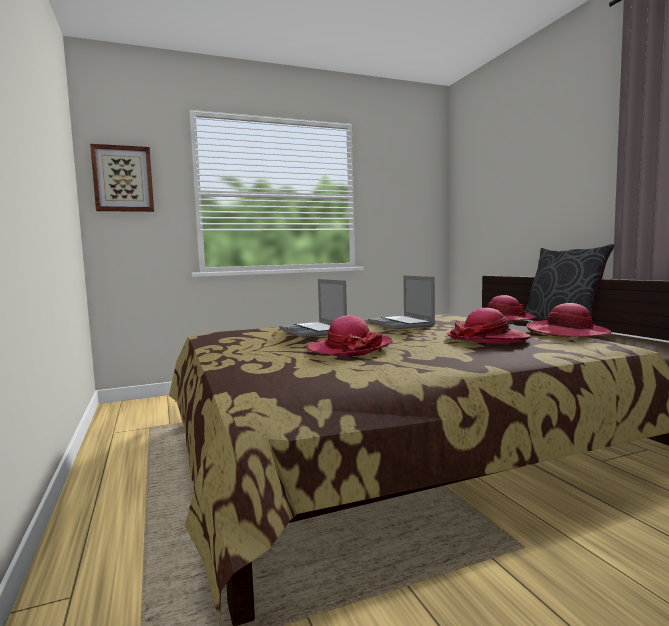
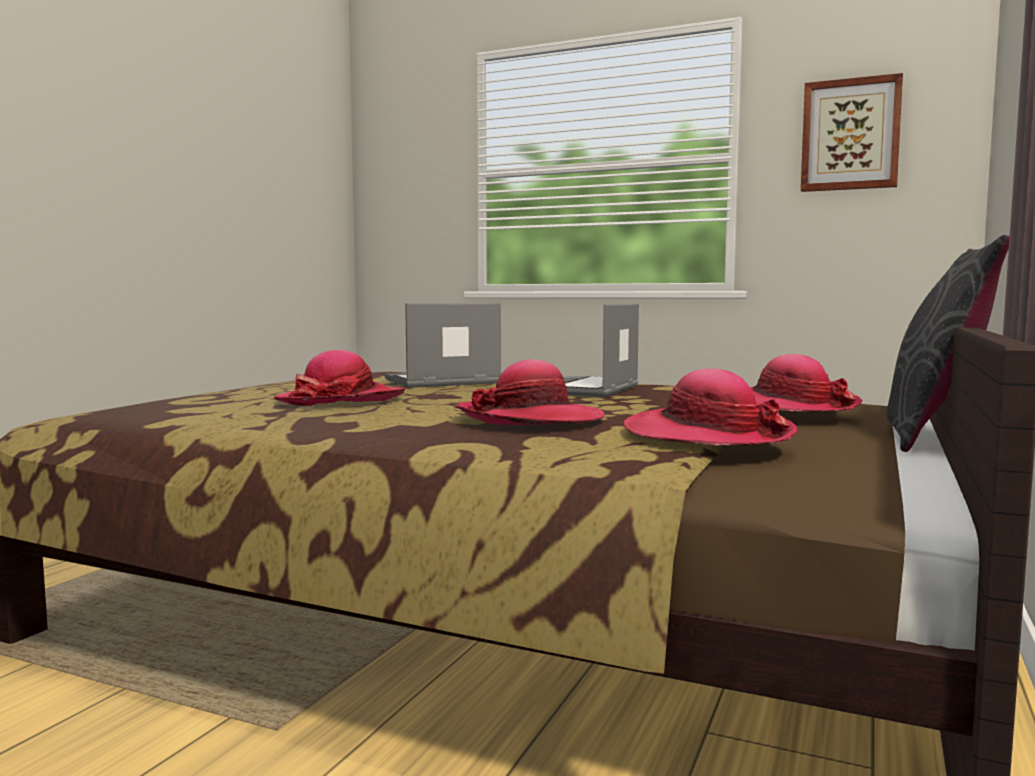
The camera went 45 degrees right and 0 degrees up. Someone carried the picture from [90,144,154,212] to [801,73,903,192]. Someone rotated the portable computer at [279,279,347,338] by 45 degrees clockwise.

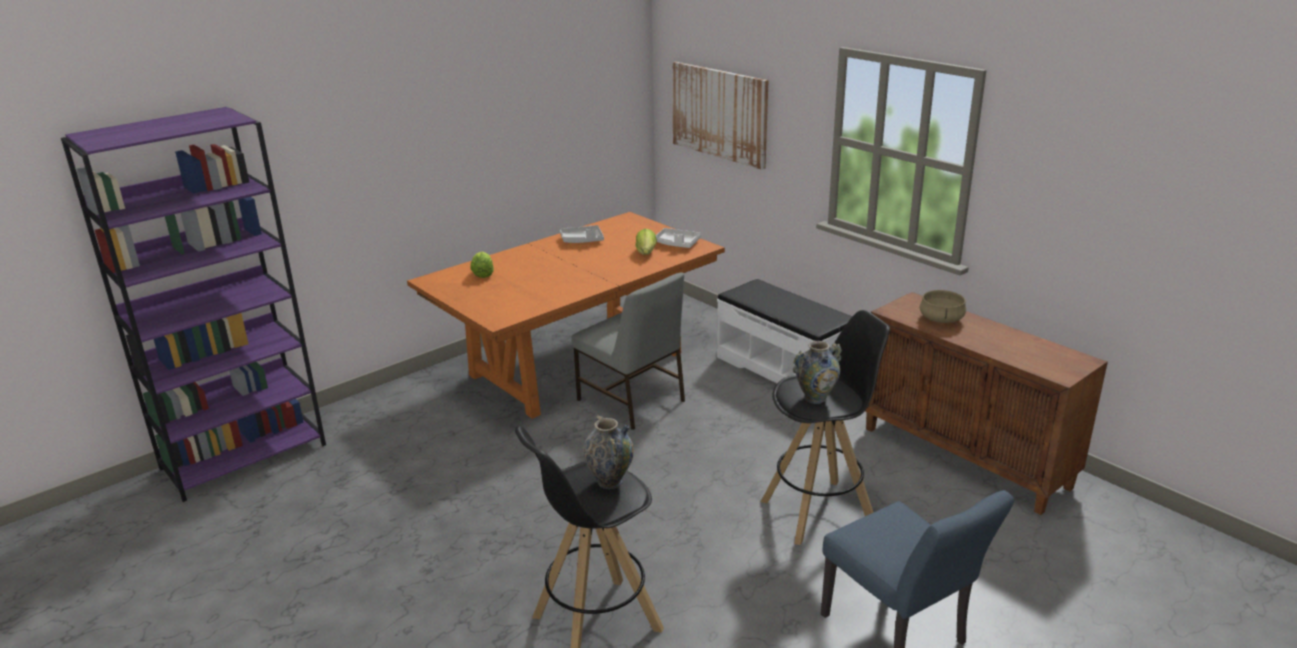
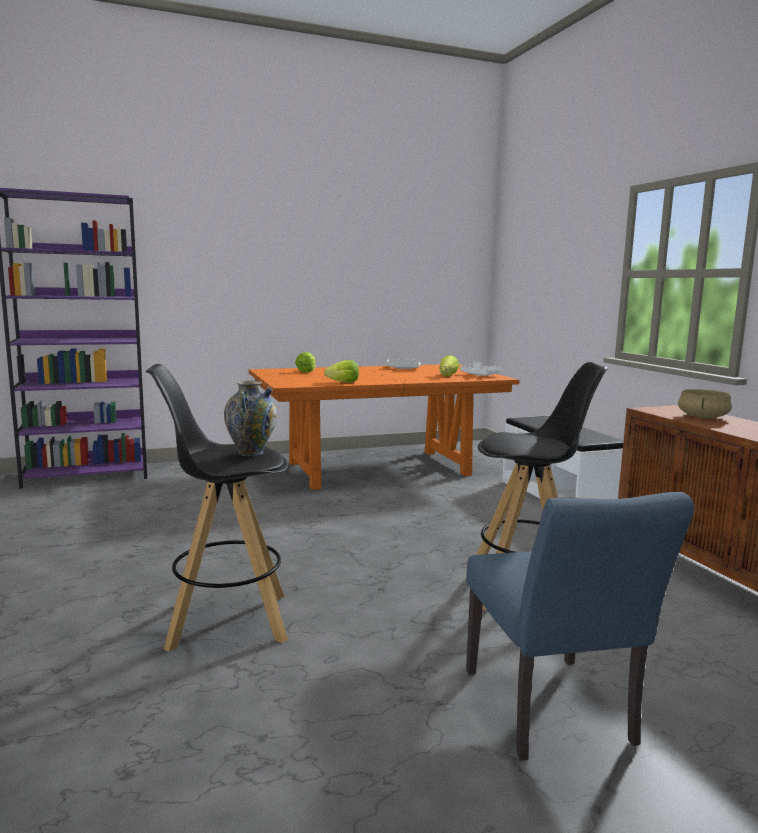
The camera went 20 degrees right and 15 degrees down. Someone took away the gray upright chair at [572,272,685,430]. Someone took away the picture at [672,61,769,170]. Someone took away the decorative vase at [793,341,842,404]. Someone put down the lettuce at [324,360,359,382].

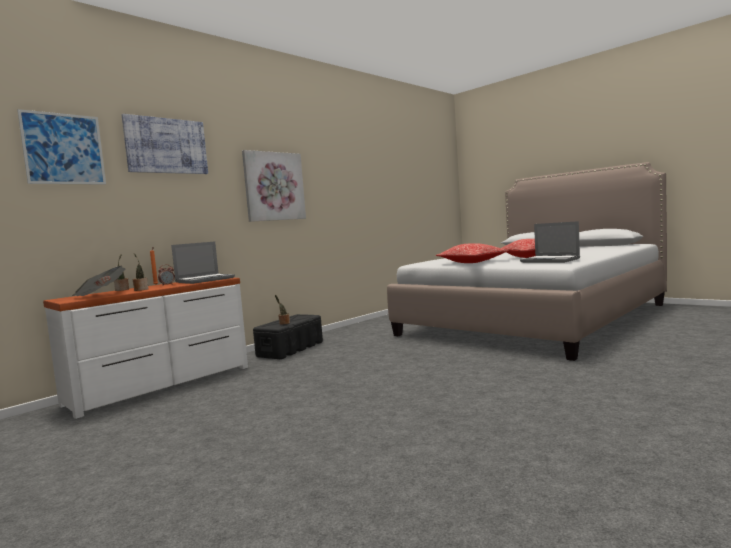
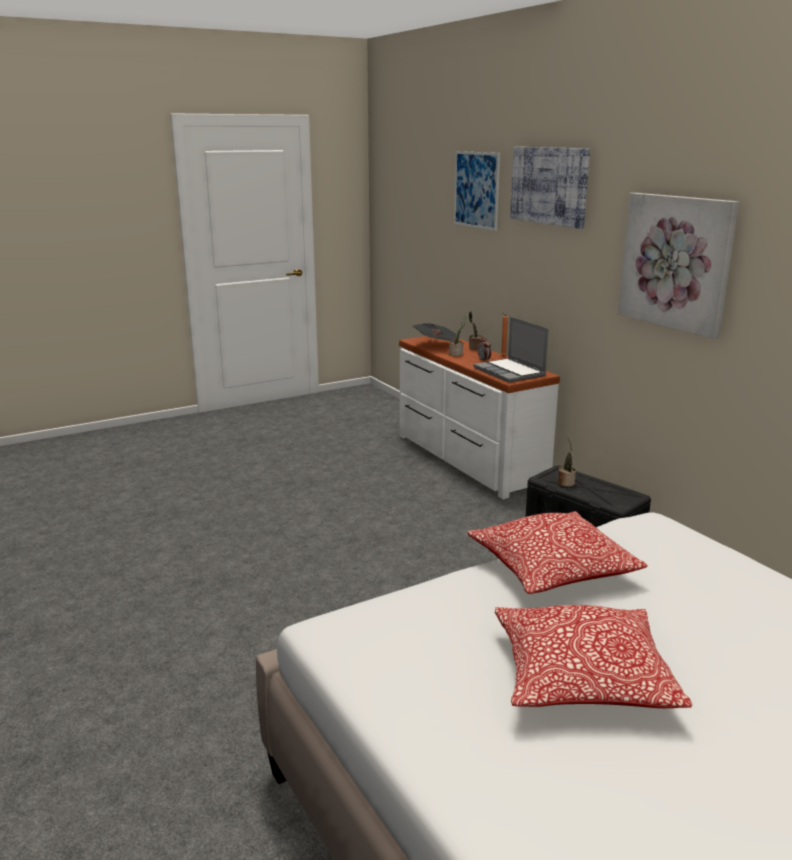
The camera went 105 degrees right and 15 degrees up. Someone took away the portable computer at [520,221,580,263].

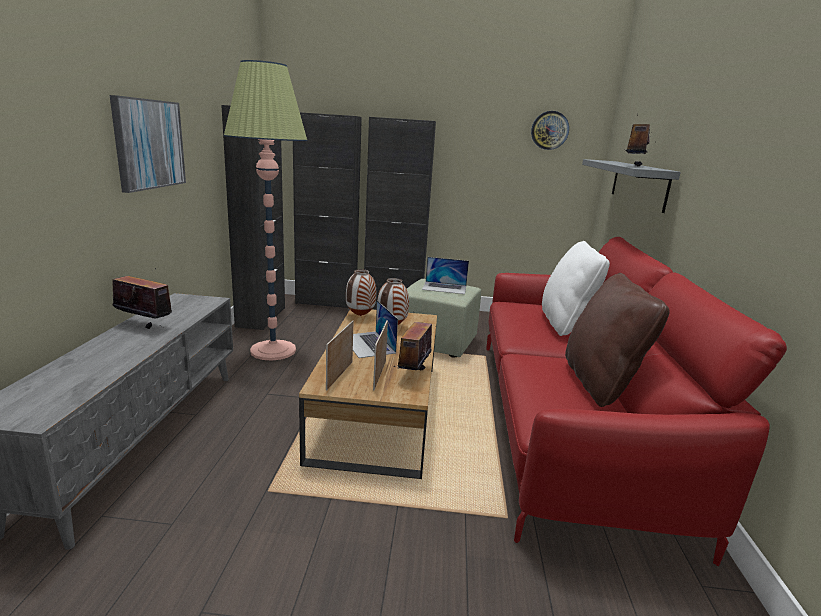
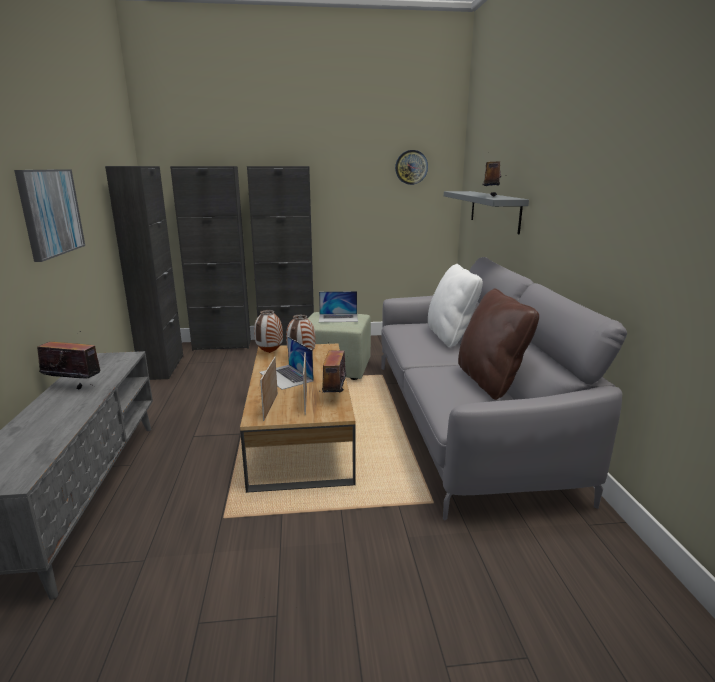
The camera went 10 degrees left and 0 degrees up. Someone took away the standing lamp at [224,60,307,361]. Someone repainted the red settee at [486,237,787,566], which became the gray settee at [381,257,627,521].

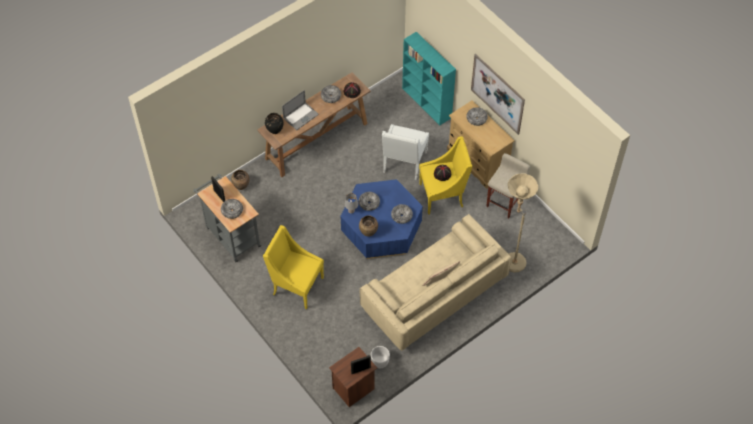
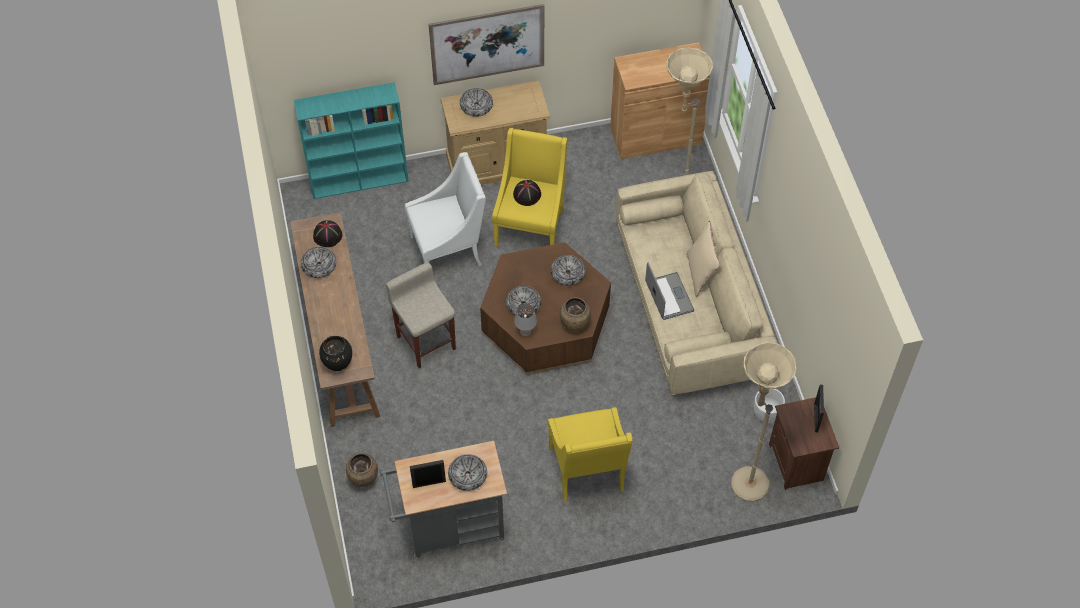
The camera went 65 degrees left and 0 degrees up. Someone rotated the yellow-coloured armchair at [263,225,324,310] by 60 degrees counterclockwise. Someone carried the portable computer from [282,90,319,130] to [645,262,694,320]. Someone repainted the blue-coloured low table at [341,179,423,259], which became the brown-coloured low table at [480,242,611,374]. Someone rotated the white-coloured armchair at [382,124,429,180] by 60 degrees counterclockwise. Someone carried the beige sitting stool from [486,153,530,218] to [386,262,456,368]. Someone put down the brown-coloured cabinet at [610,42,710,159]. Someone put down the beige standing lamp at [731,342,797,502].

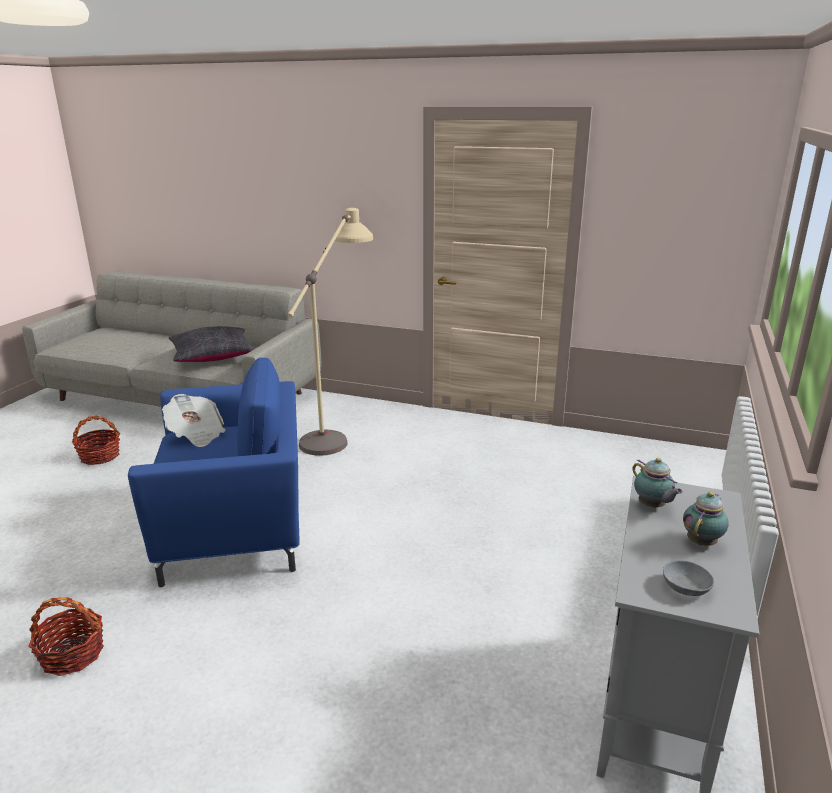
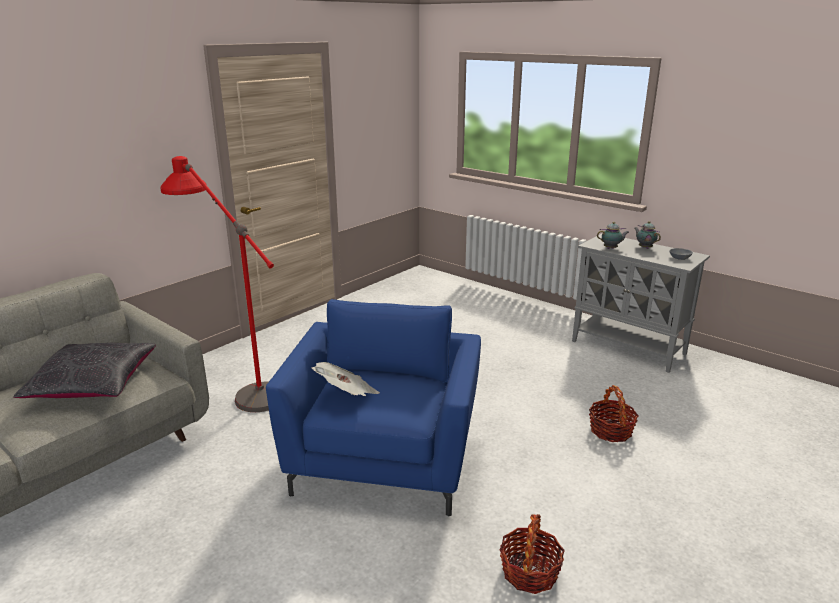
The camera went 70 degrees left and 0 degrees up. Someone carried the storage basket from [72,416,120,465] to [589,385,639,442]. Someone repainted the beige standing lamp at [288,208,373,456], which became the red standing lamp at [160,156,274,412].

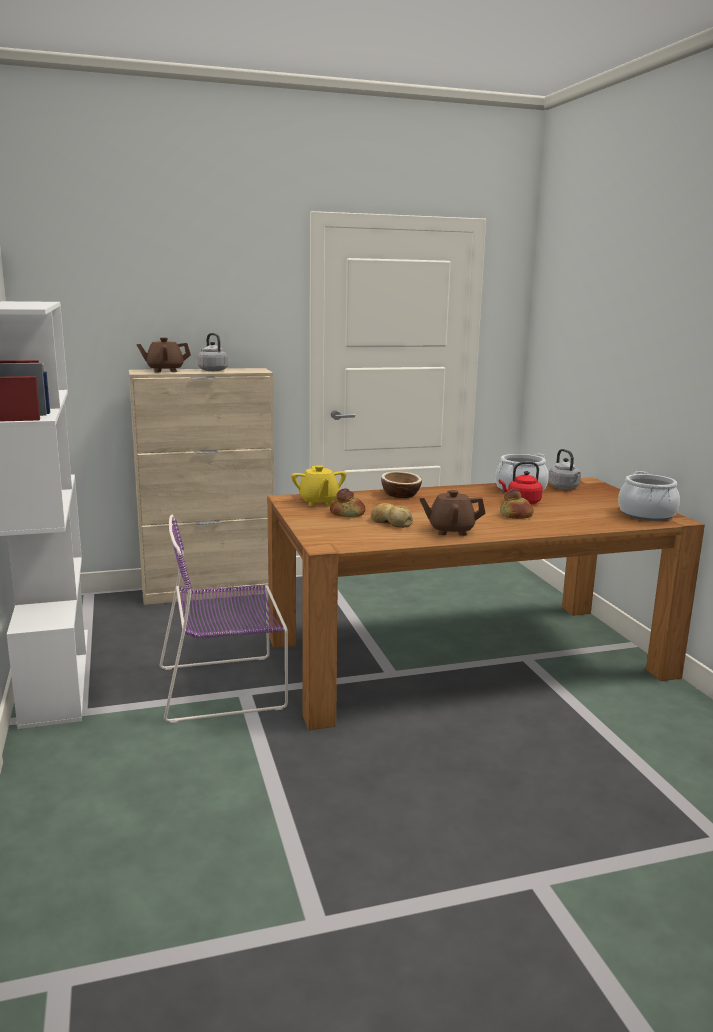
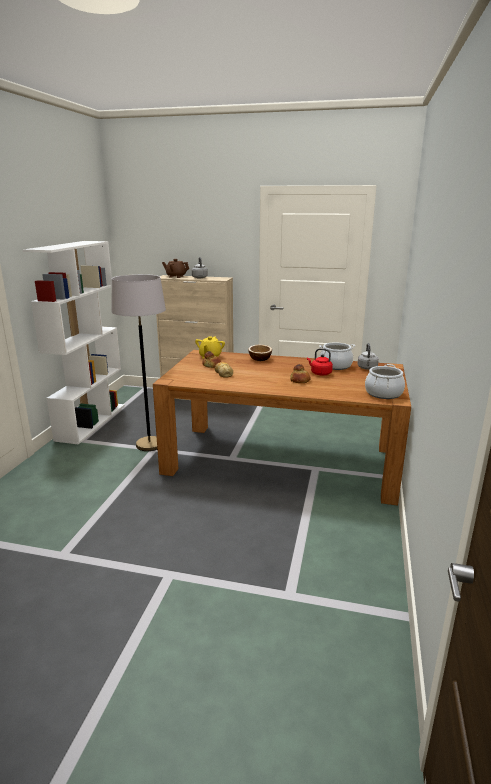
The camera went 30 degrees right and 5 degrees up. Someone swapped the purple-coloured upright chair at [160,514,288,723] for the gray standing lamp at [111,274,166,451]. Someone took away the brown-coloured pot for tea at [419,490,486,536].

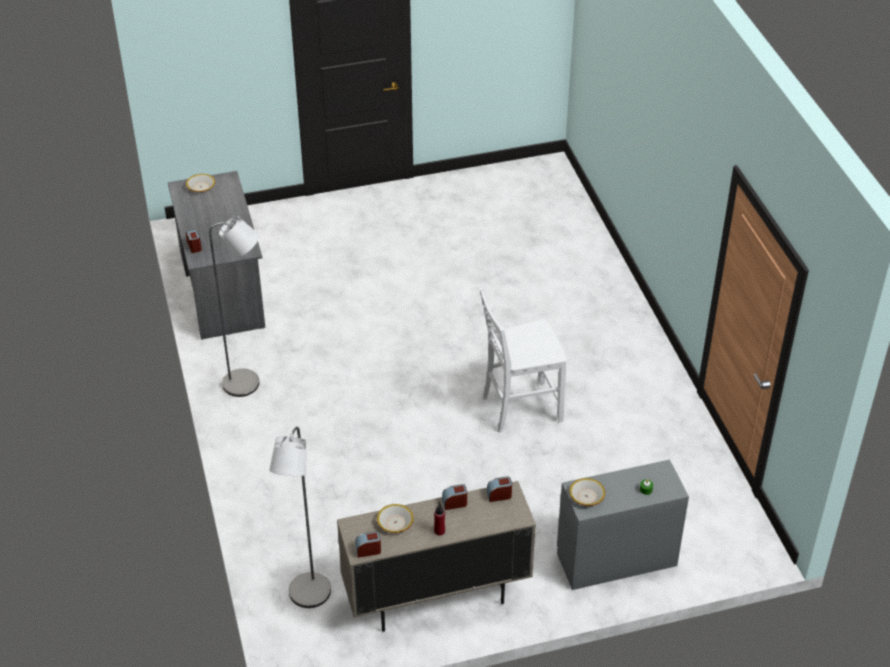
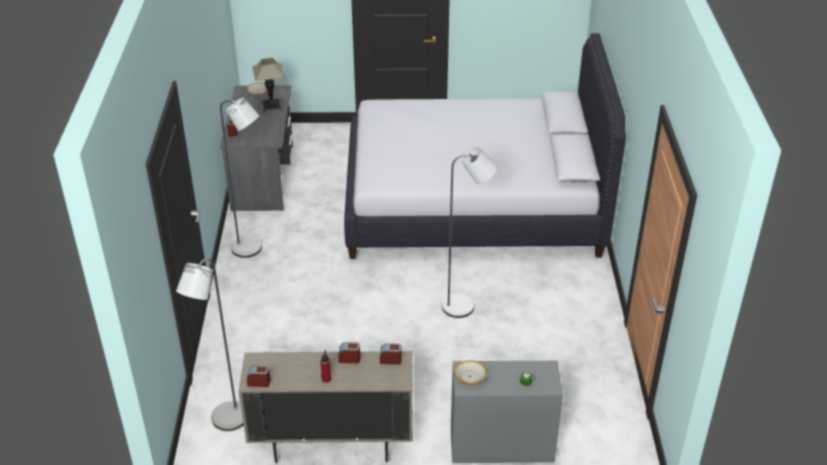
The camera went 15 degrees right and 5 degrees down. Someone took away the serving bowl at [377,504,414,533]. Someone swapped the white-coloured upright chair at [480,288,567,433] for the gray standing lamp at [442,147,497,318]. Someone put down the table lamp at [252,58,285,113]. Someone put down the white-coloured bedroom bed at [344,33,626,259].

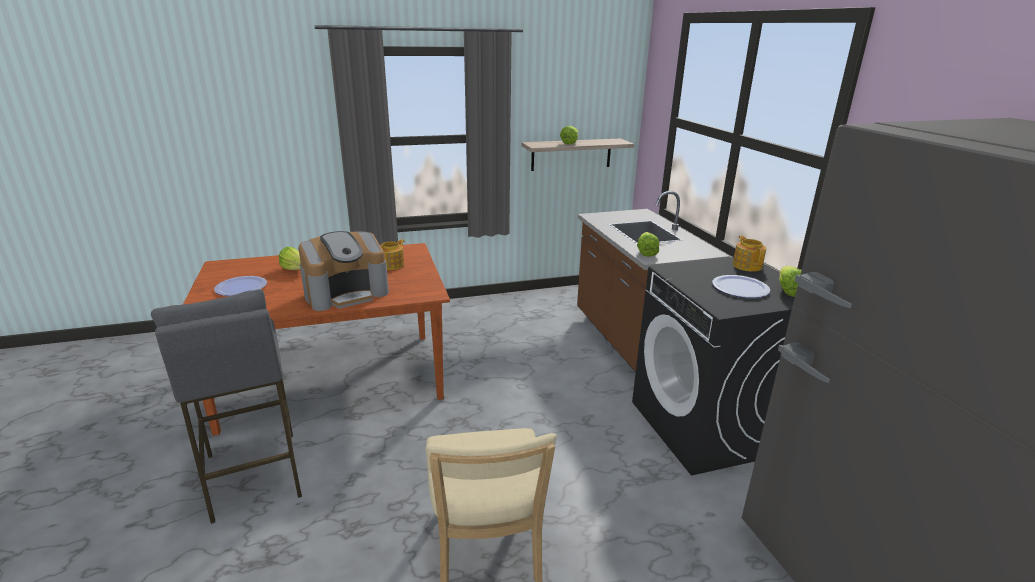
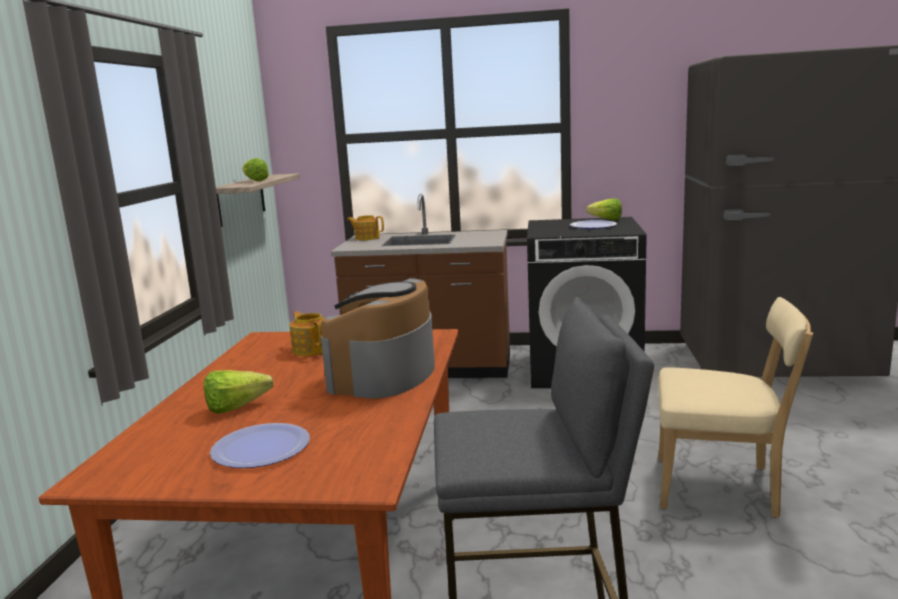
The camera went 65 degrees left and 10 degrees down. Someone rotated the coffee machine at [298,231,389,311] by 150 degrees counterclockwise. Someone took away the lettuce at [637,232,659,257]. Someone carried the pot for tea from [733,236,766,272] to [347,215,384,240].

